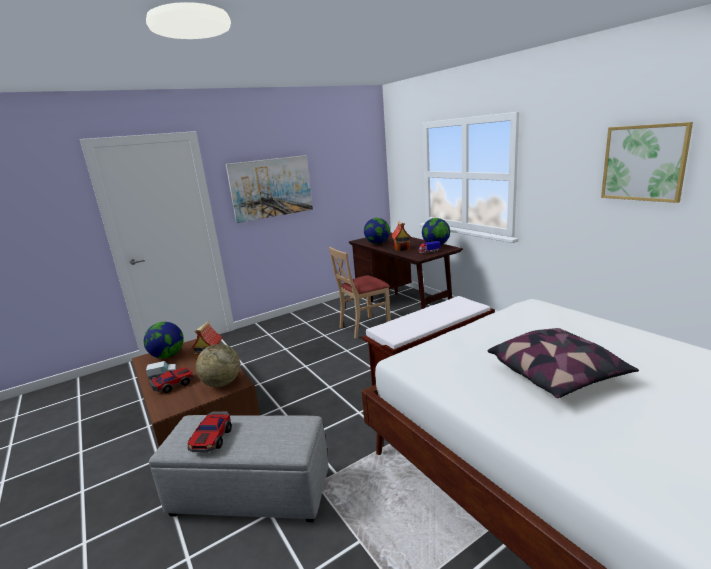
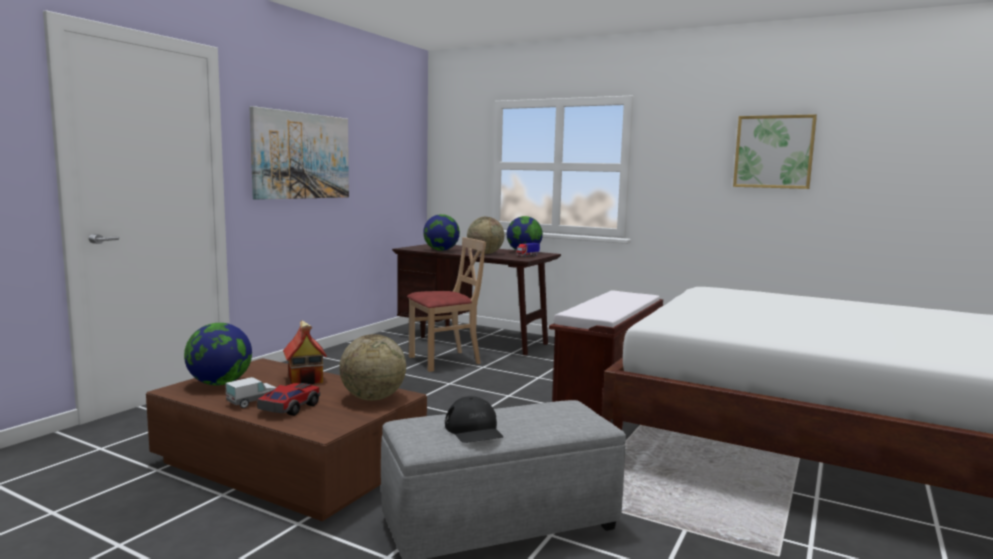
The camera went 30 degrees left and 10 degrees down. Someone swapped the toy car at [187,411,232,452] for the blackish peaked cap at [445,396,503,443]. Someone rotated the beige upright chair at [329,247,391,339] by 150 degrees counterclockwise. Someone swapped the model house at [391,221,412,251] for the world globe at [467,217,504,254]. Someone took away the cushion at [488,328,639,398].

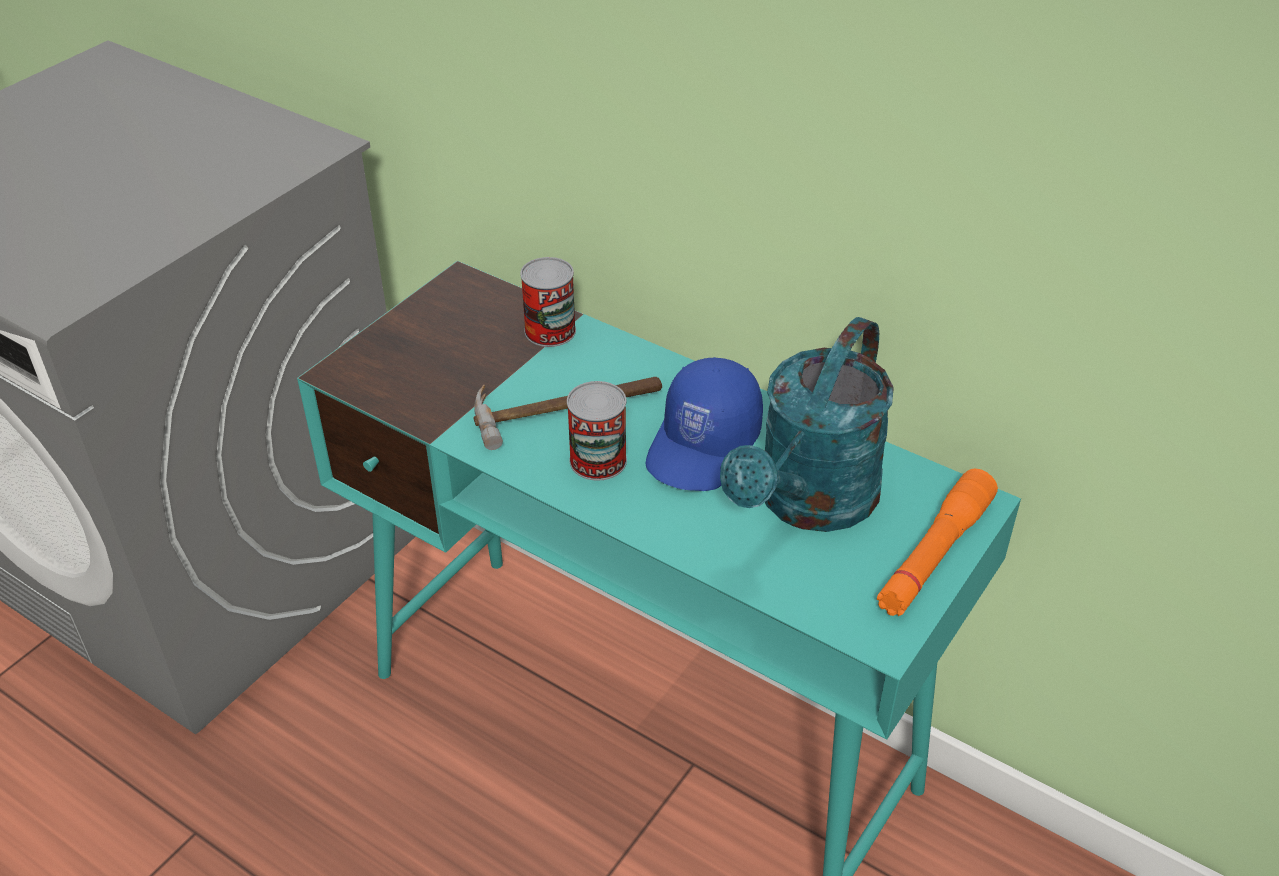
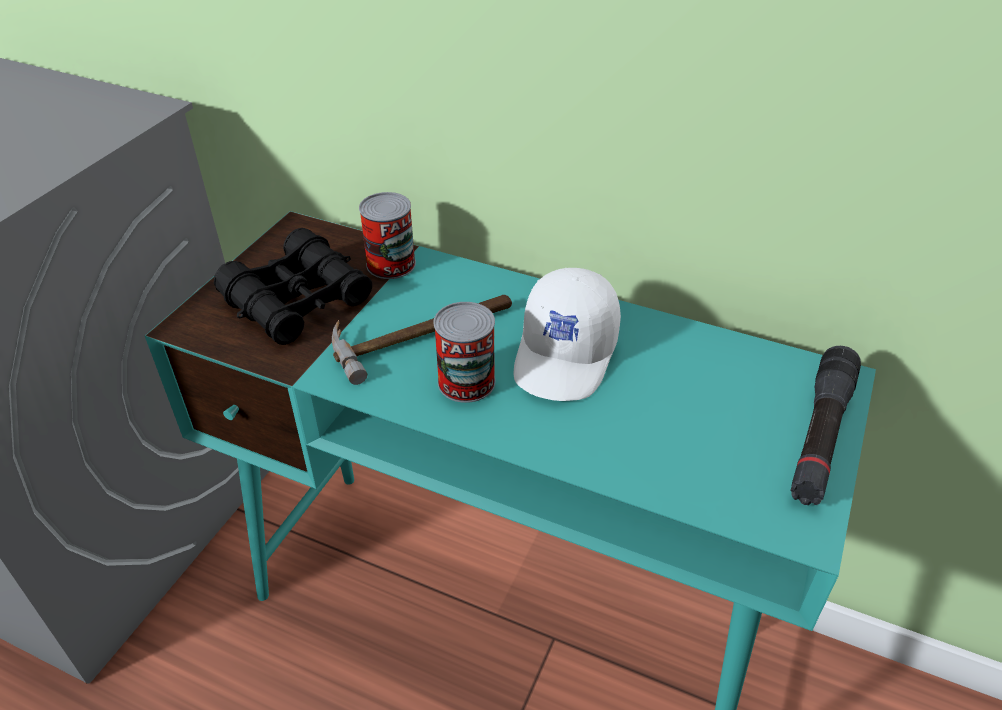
The camera went 10 degrees left and 0 degrees up. Someone repainted the blue-coloured peaked cap at [646,357,763,491], which became the white-coloured peaked cap at [513,268,621,401]. Someone took away the turquoise watering pot at [720,317,894,532]. Someone repainted the orange flashlight at [877,469,998,616], which became the blackish flashlight at [790,346,861,505]. Someone put down the blackish field glasses at [214,228,372,345].

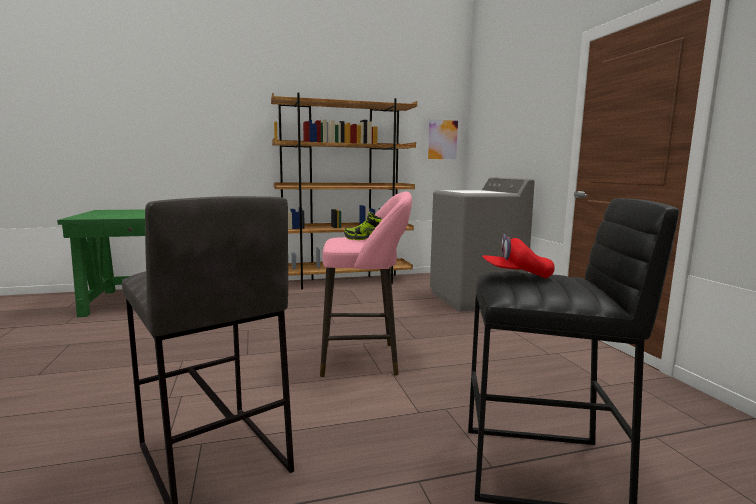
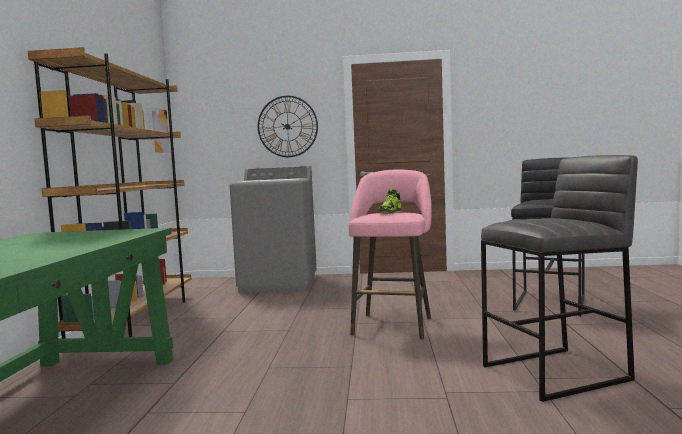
The camera went 70 degrees left and 5 degrees down. Someone took away the red peaked cap at [482,234,555,278]. Someone put up the wall clock at [258,96,318,157].

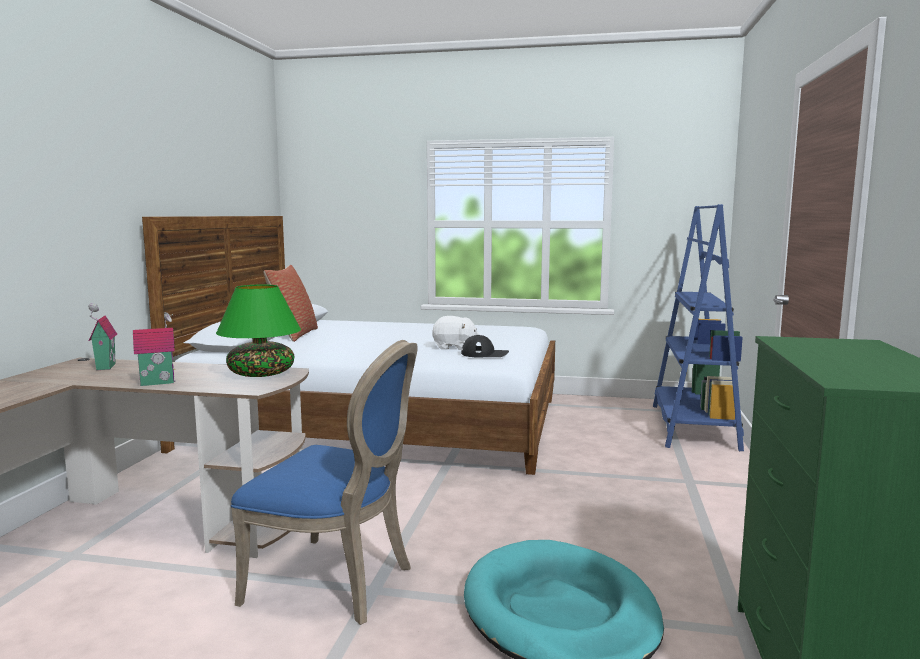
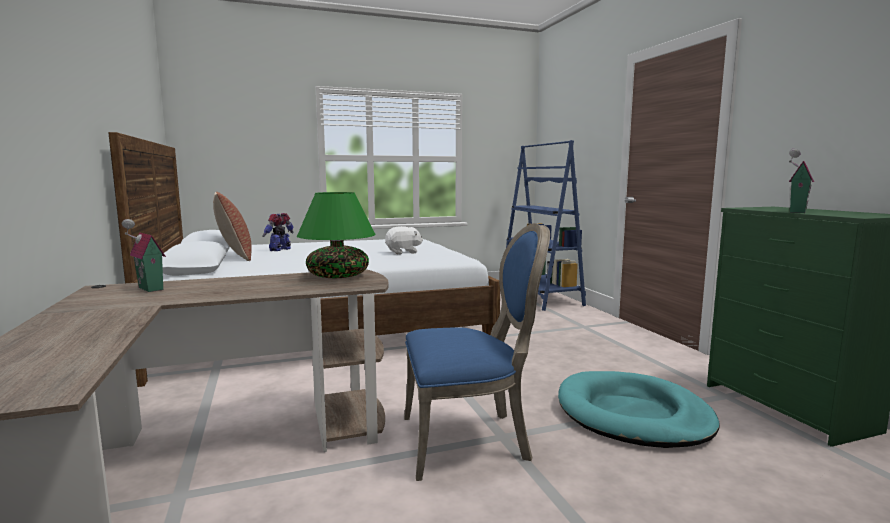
The camera went 30 degrees left and 0 degrees up. Someone carried the model house from [133,312,176,386] to [789,149,814,213]. Someone took away the blackish peaked cap at [461,335,509,358]. Someone put down the toy robot at [263,213,293,251].

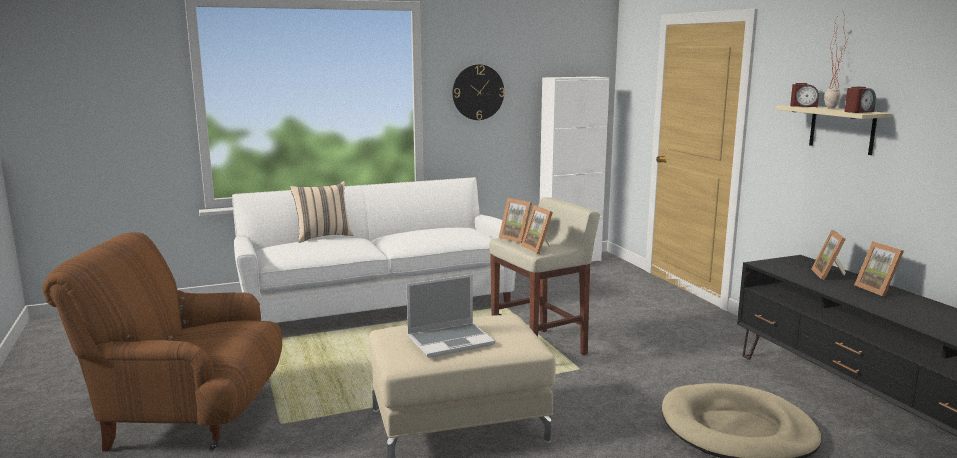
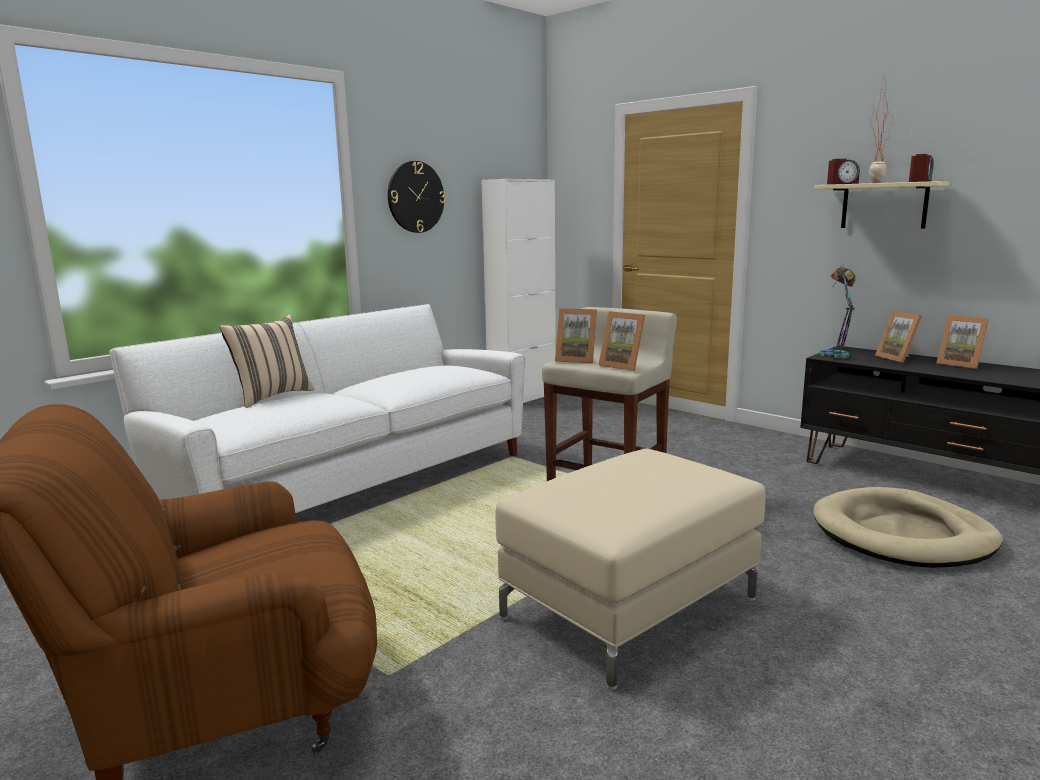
The camera went 25 degrees left and 0 degrees up. Someone took away the portable computer at [406,274,495,358]. Someone put down the table lamp at [820,265,855,359].

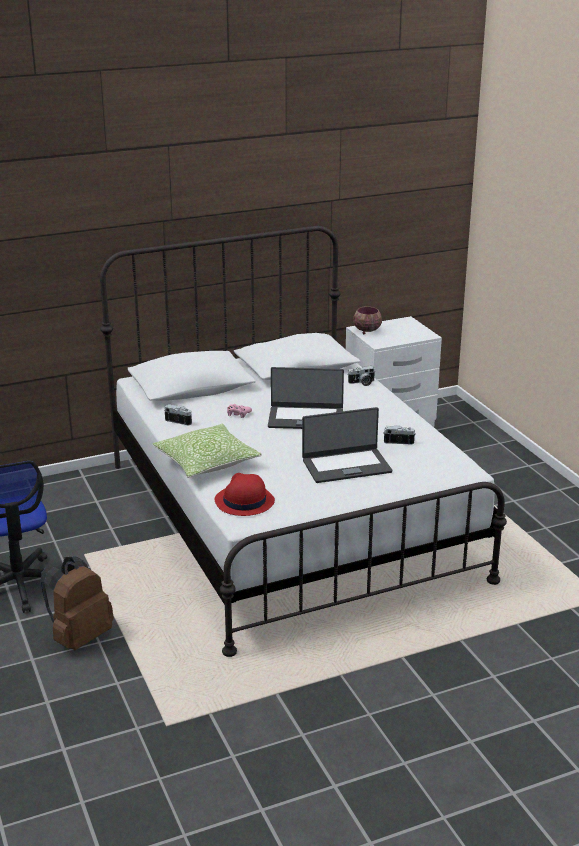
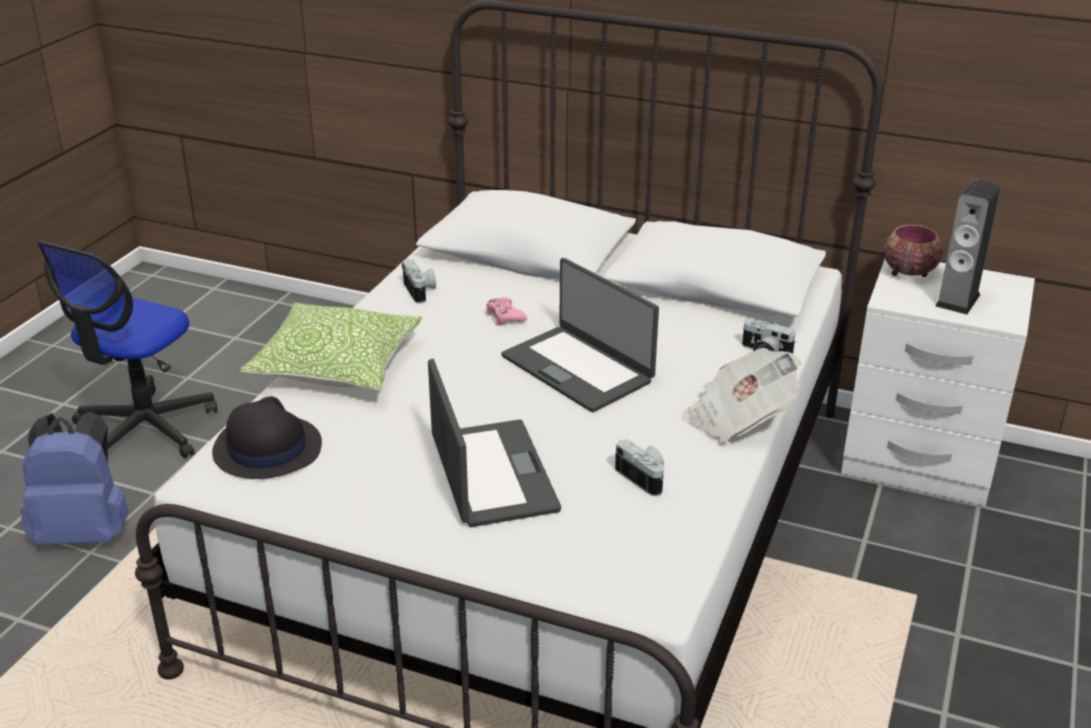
The camera went 45 degrees right and 5 degrees up. Someone repainted the brown-coloured knapsack at [41,556,114,650], which became the blue-coloured knapsack at [20,412,128,546]. Someone repainted the red hat at [214,473,275,516], which became the blackish hat at [212,396,322,479]. Someone rotated the portable computer at [302,407,392,483] by 135 degrees counterclockwise. Someone put down the printed paper at [682,348,801,442]. Someone put down the speaker at [935,179,1000,315].

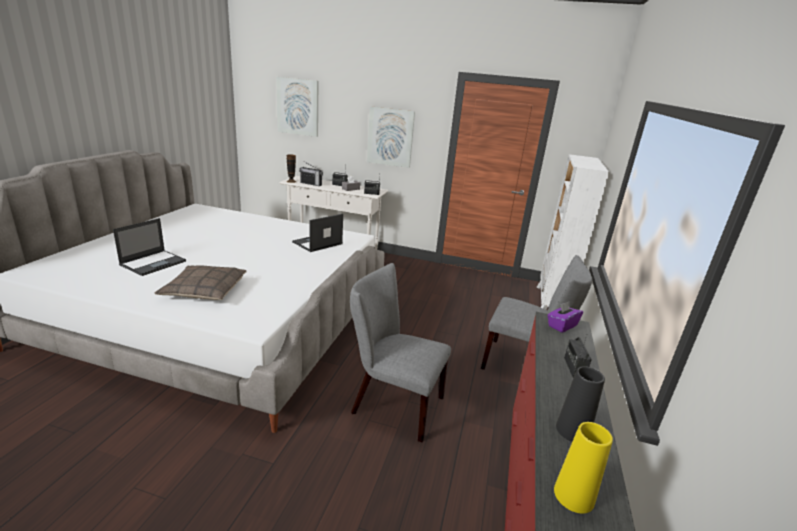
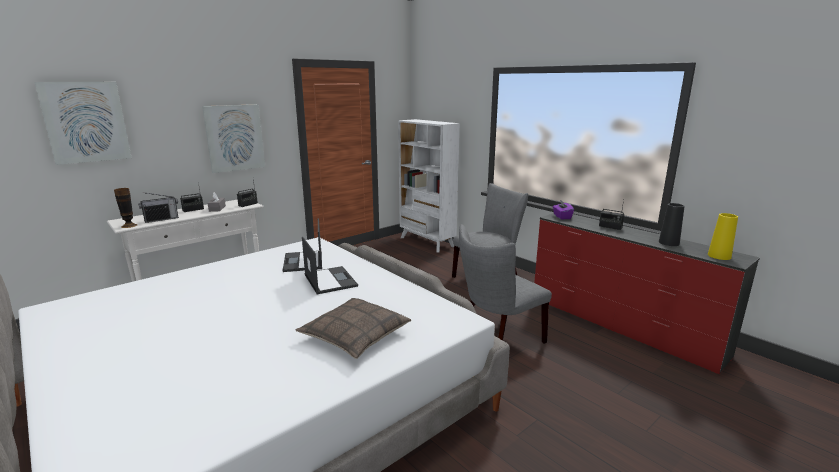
The camera went 55 degrees left and 5 degrees down. Someone carried the portable computer from [113,218,186,276] to [302,237,358,294].

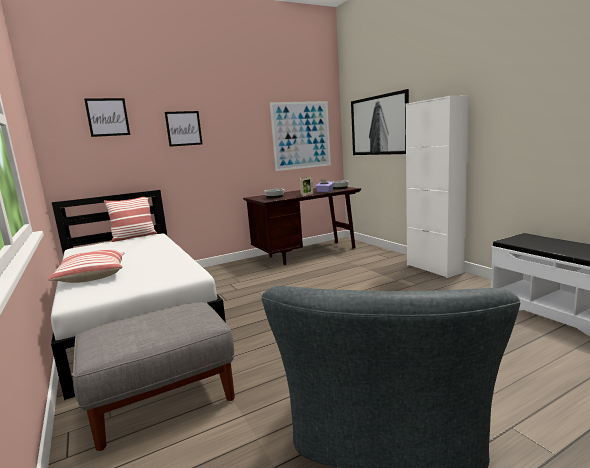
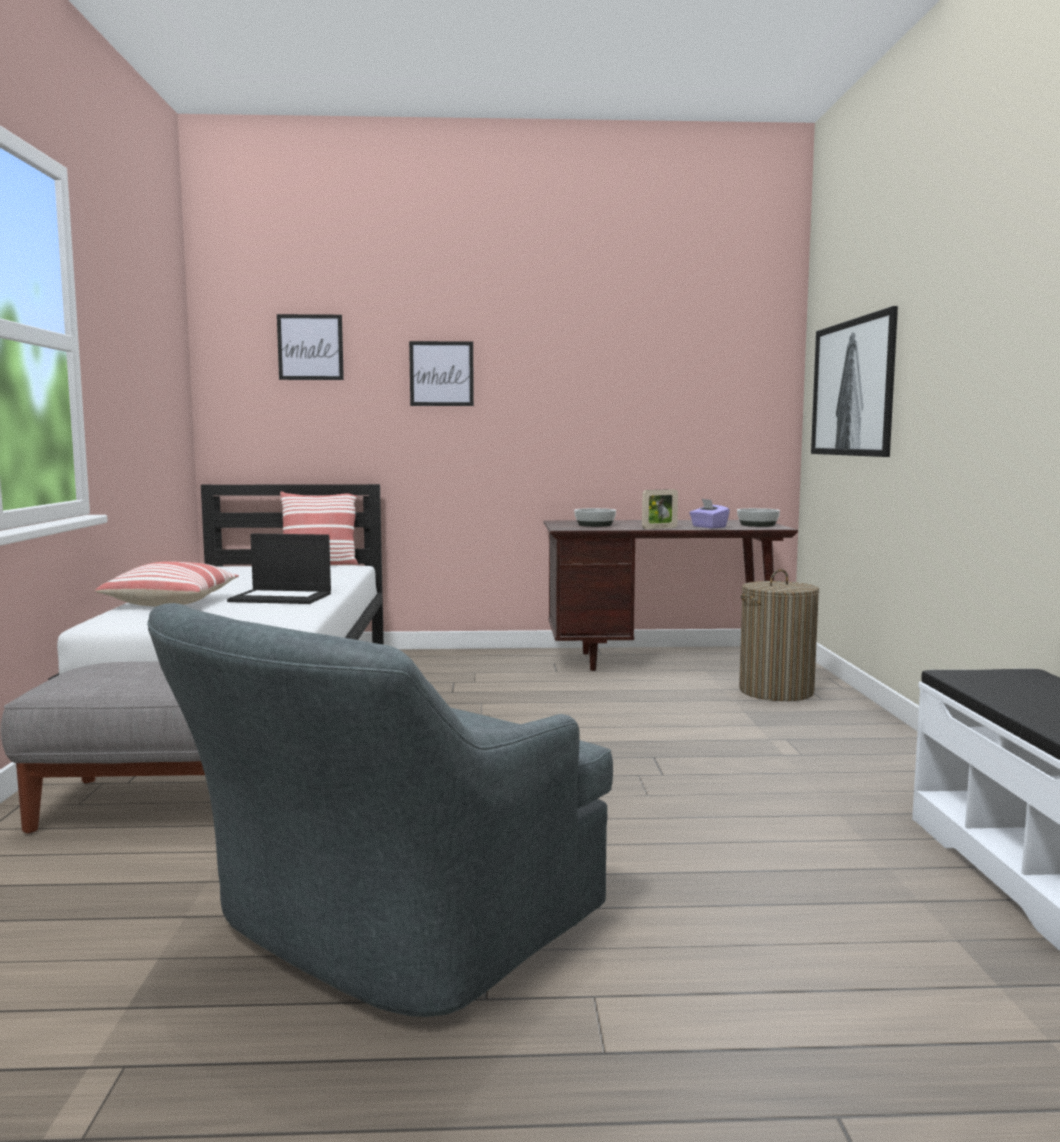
The camera went 25 degrees right and 5 degrees down. Someone took away the picture at [270,101,331,171]. Someone took away the white-coloured cabinet at [406,95,469,278]. Someone put down the portable computer at [227,534,331,604]. Someone put down the washing basket at [739,569,819,701].

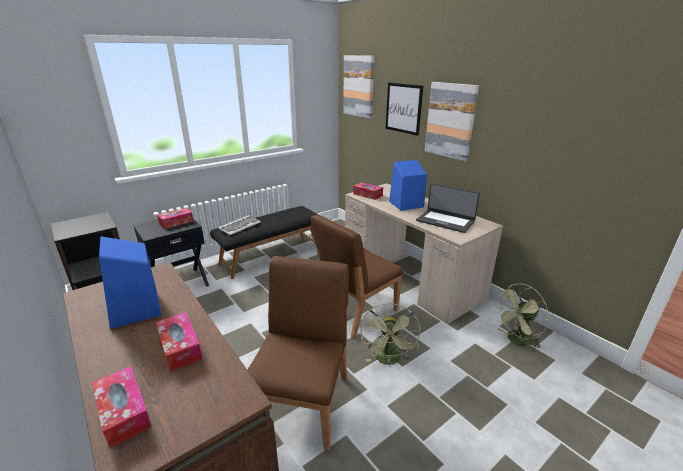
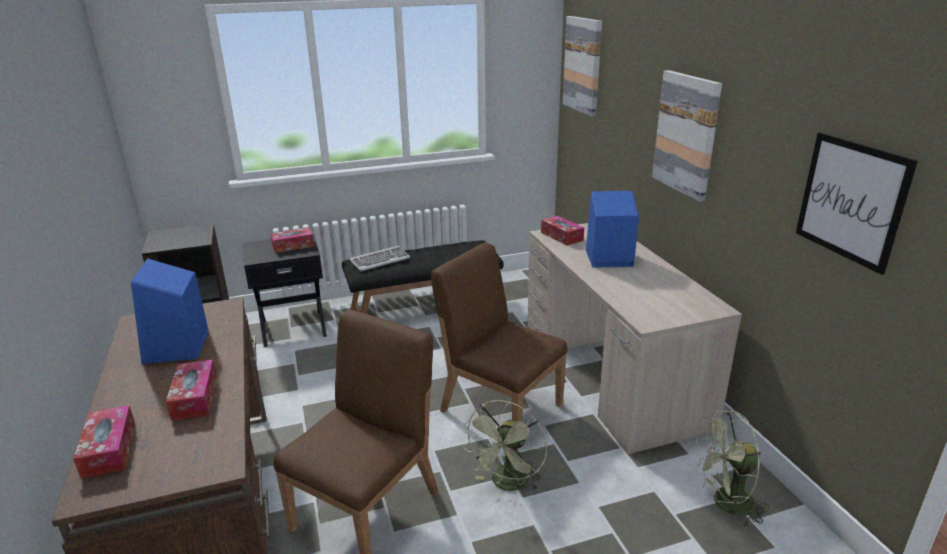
The camera went 20 degrees right and 0 degrees up. Someone rotated the brown-coloured upright chair at [311,214,403,339] by 60 degrees clockwise. Someone carried the picture from [386,83,423,136] to [796,132,918,275]. Someone took away the portable computer at [416,183,480,233].

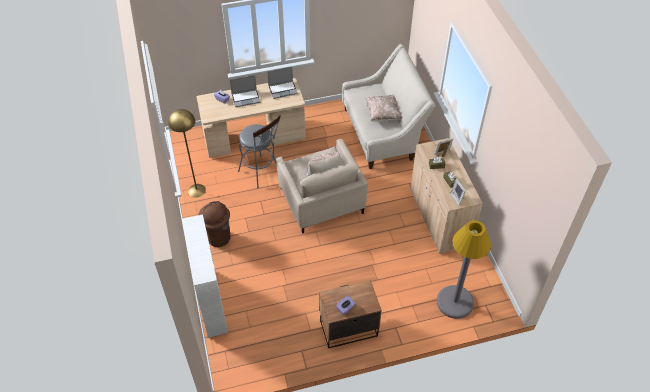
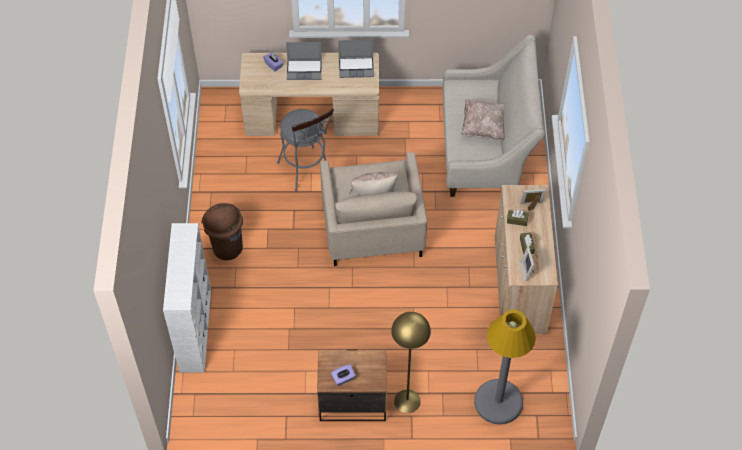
The camera went 15 degrees right and 5 degrees up. Someone carried the yellow-coloured standing lamp from [168,109,206,198] to [391,312,431,413].

